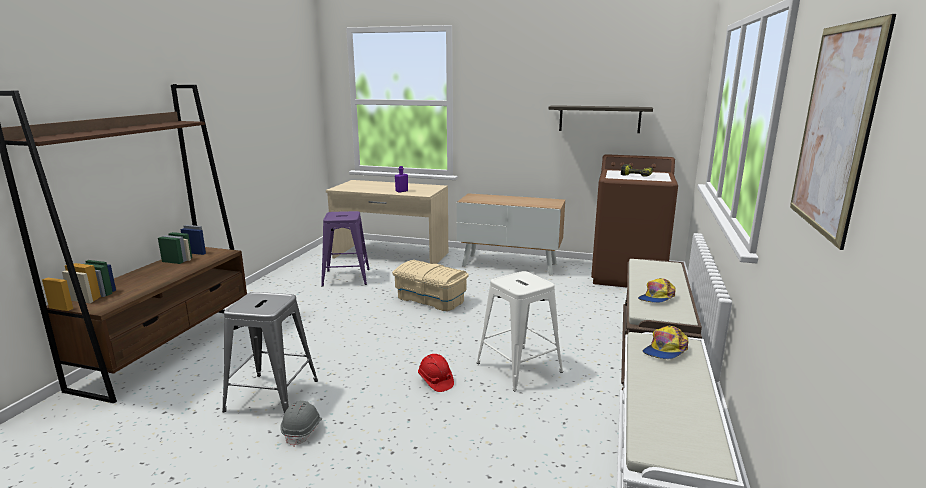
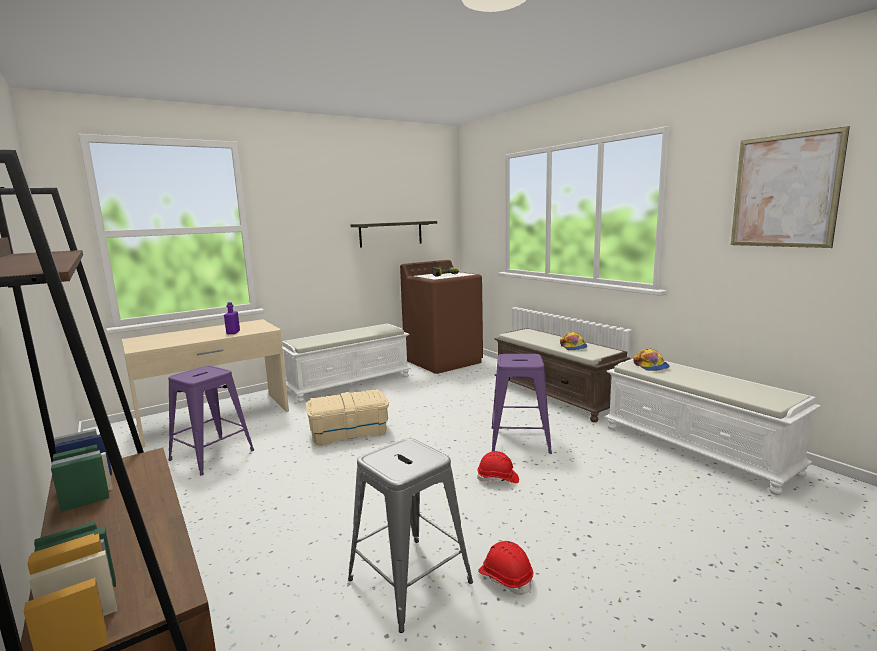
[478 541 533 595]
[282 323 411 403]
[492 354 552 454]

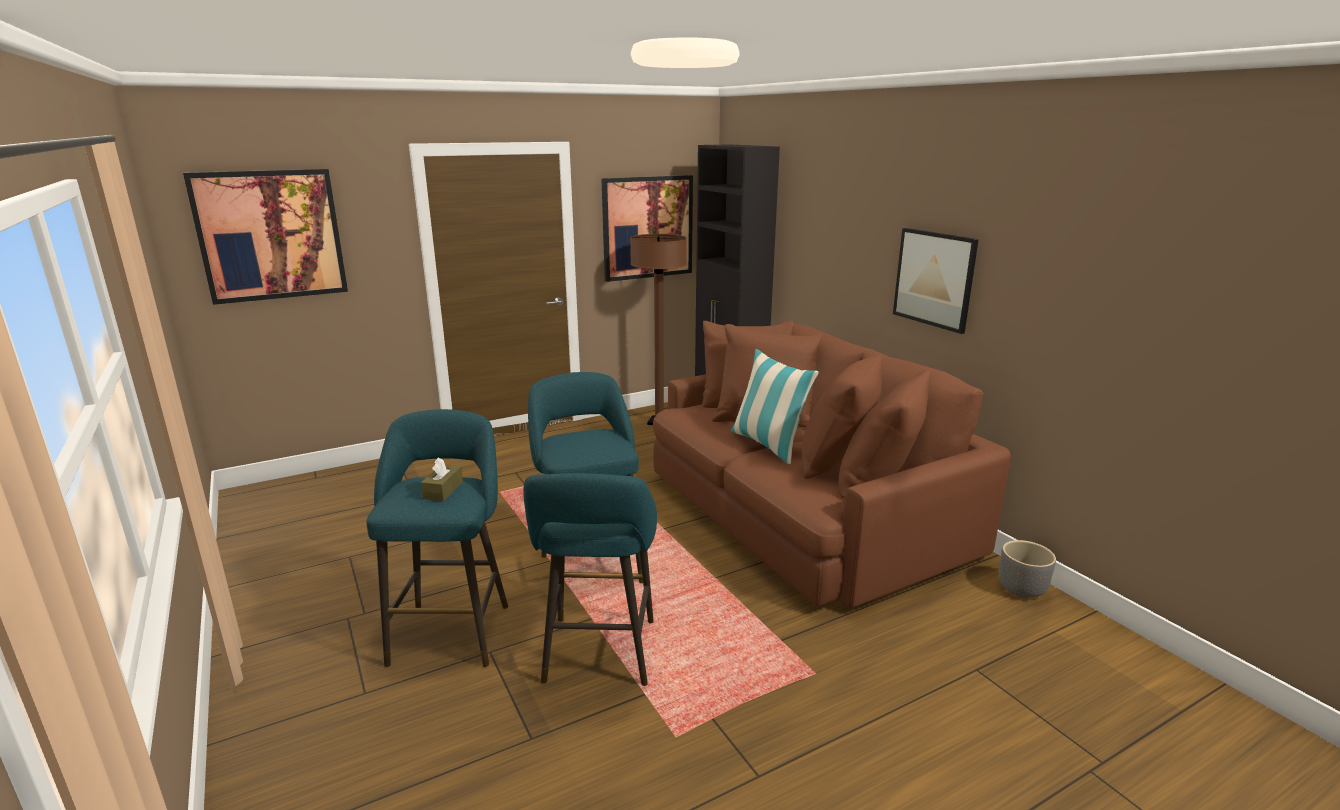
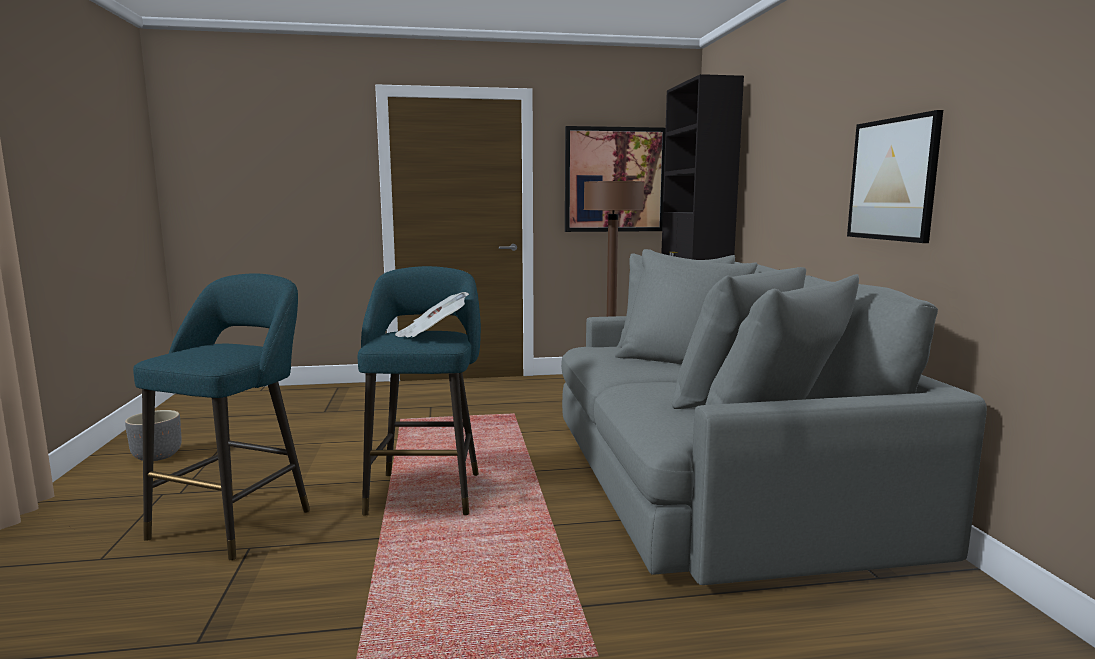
[183 169 348 305] (first image)
[421 457 463 501] (first image)
[523 473 657 686] (first image)
[561 249 987 585]
[731 349 819 464] (first image)
[125 410 182 461]
[395 292 469 338]

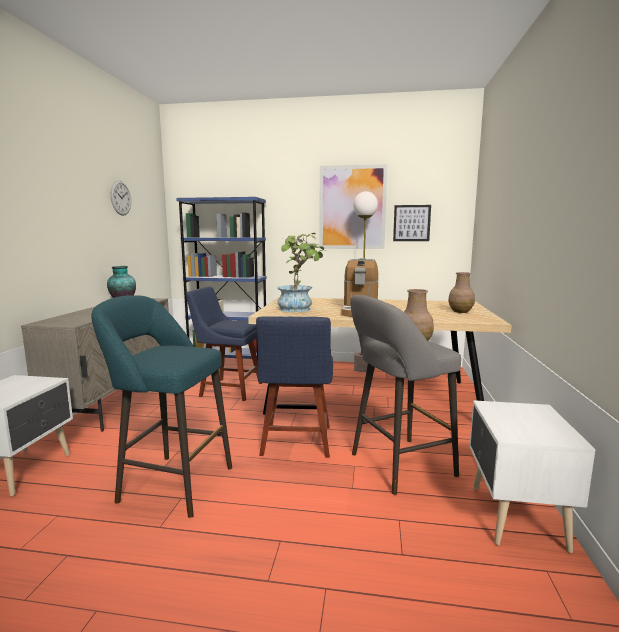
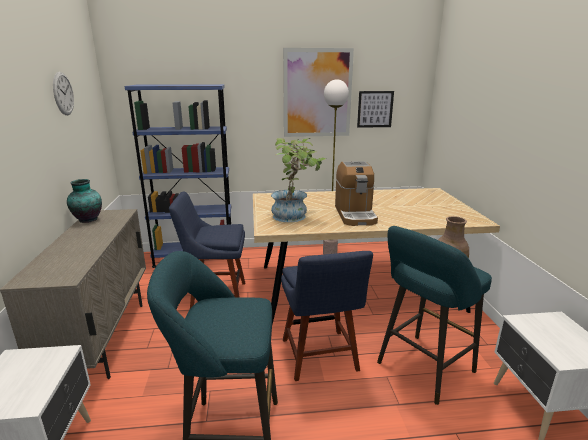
[377 226 492 405]
[448 272 475 313] (first image)

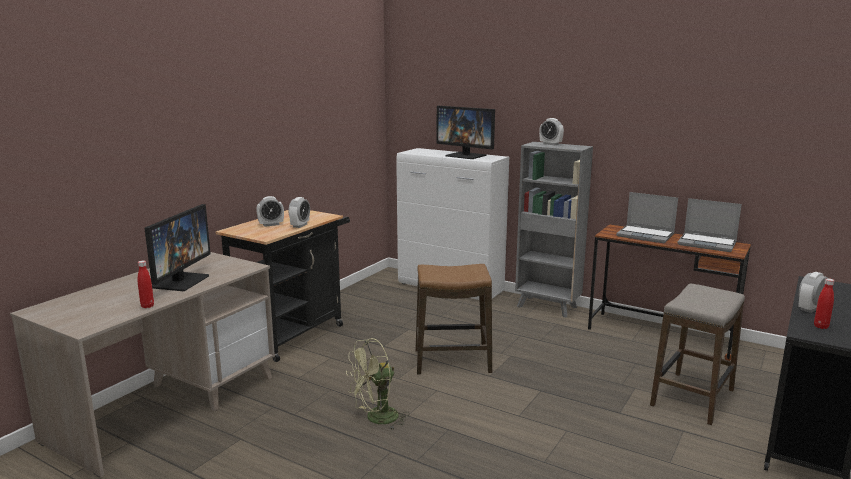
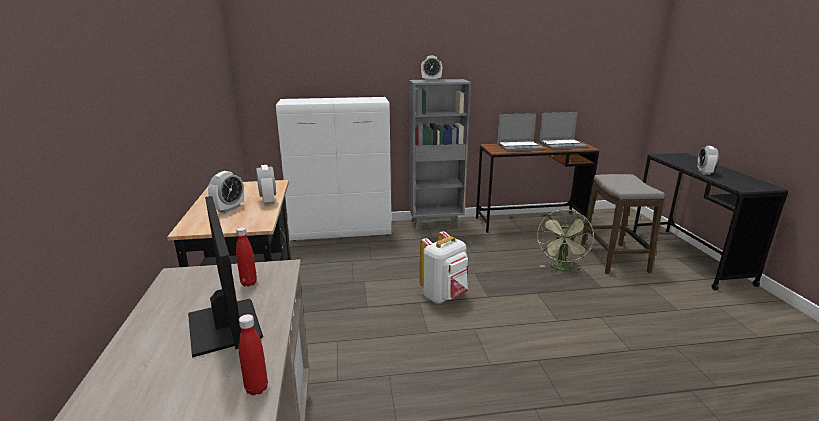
[537 209 594 271]
[420 231 468 304]
[436 106 495 159] (first image)
[236 227 257 287]

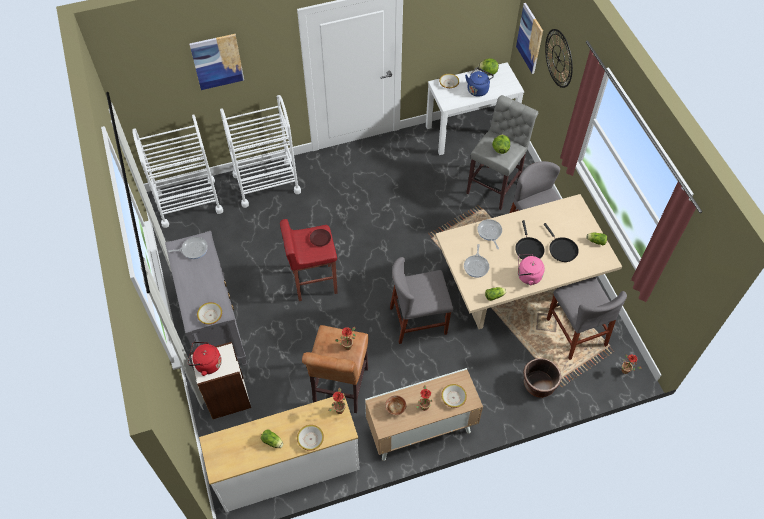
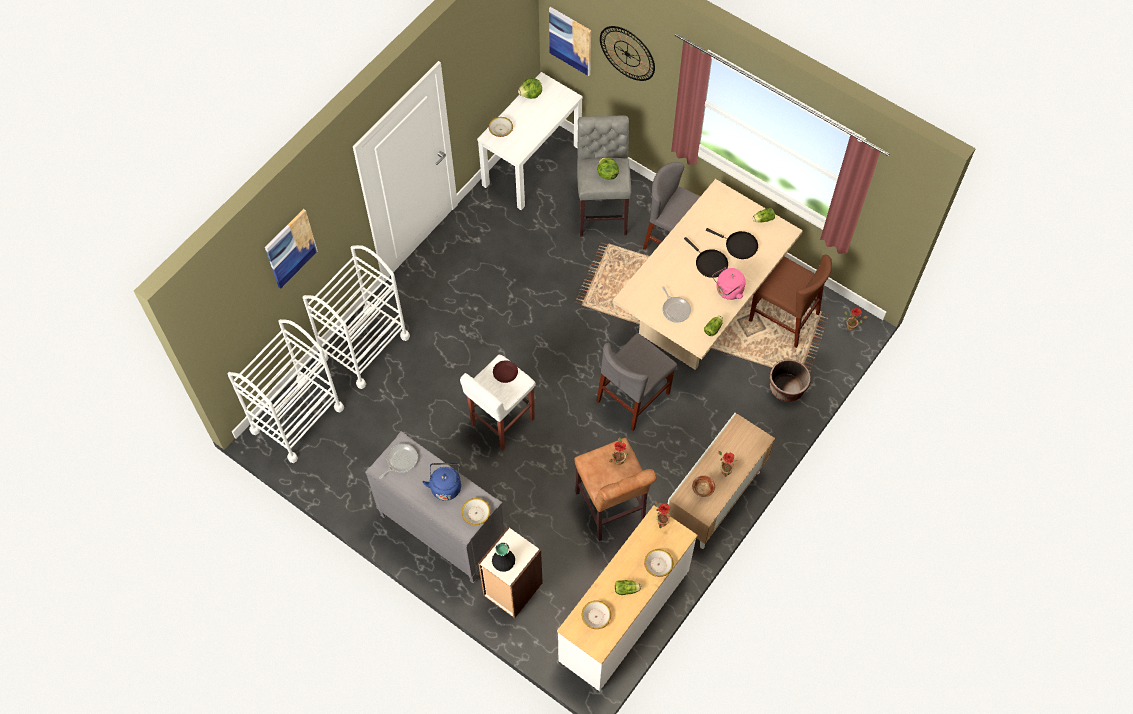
[492 543 515 572]
[460 355 536 451]
[582 600 611 629]
[422 463 461 501]
[477 219 502 249] (first image)
[749 255 832 348]

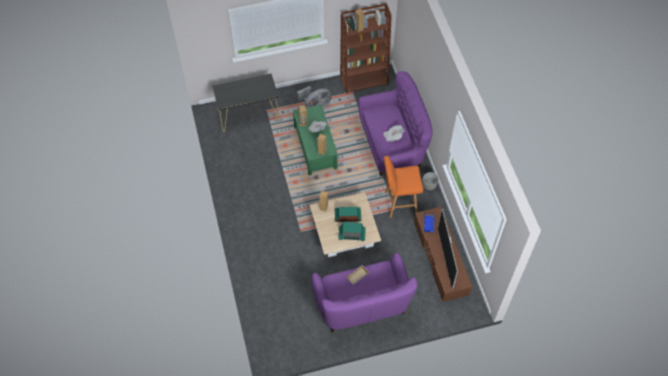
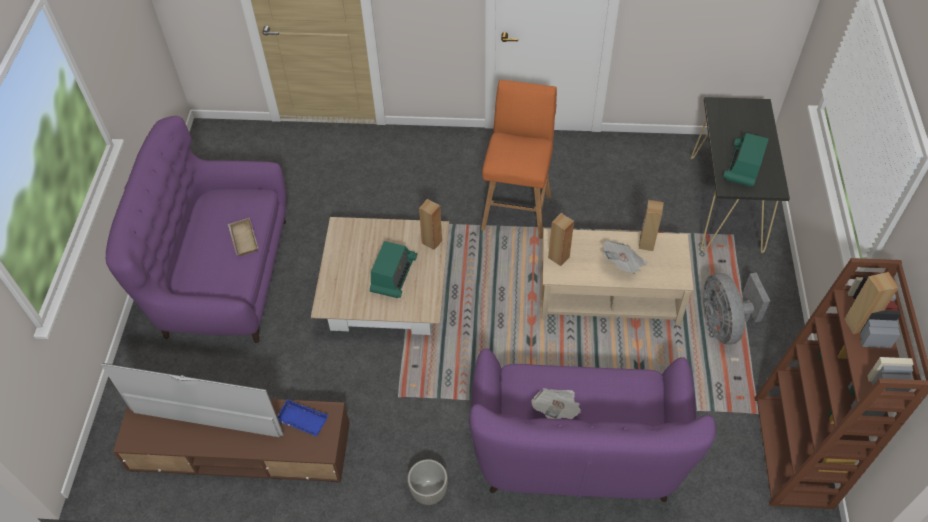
[542 229 694 326]
[723 133 769 187]
[481 80 557 239]

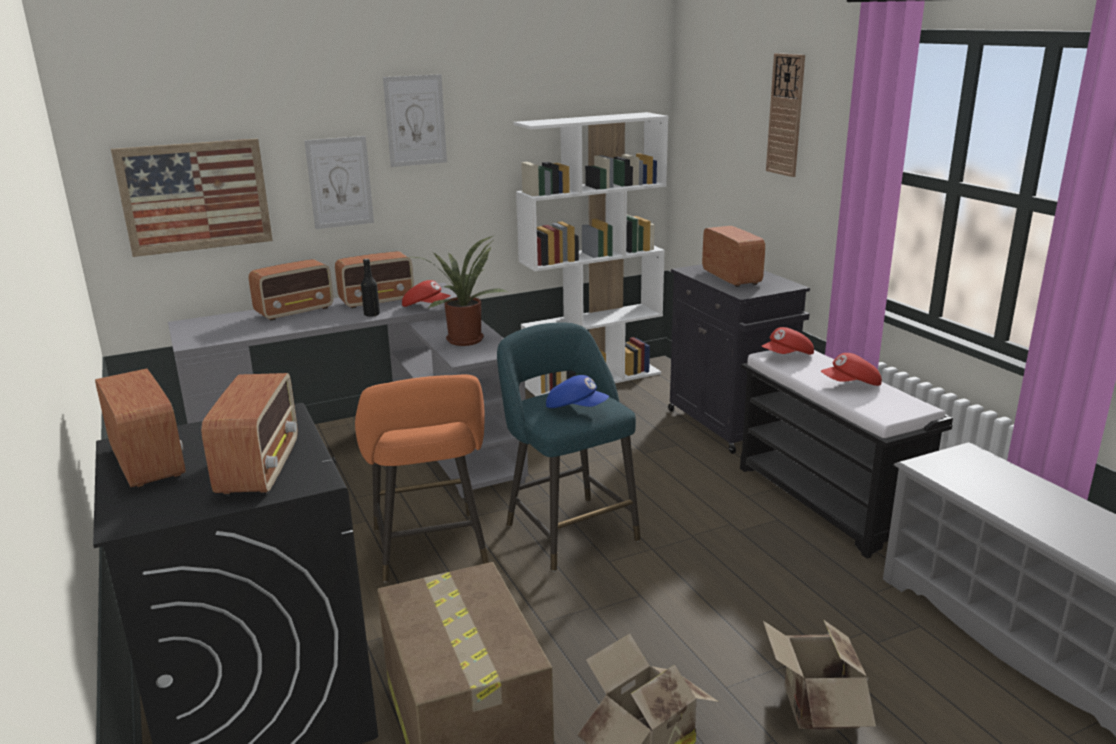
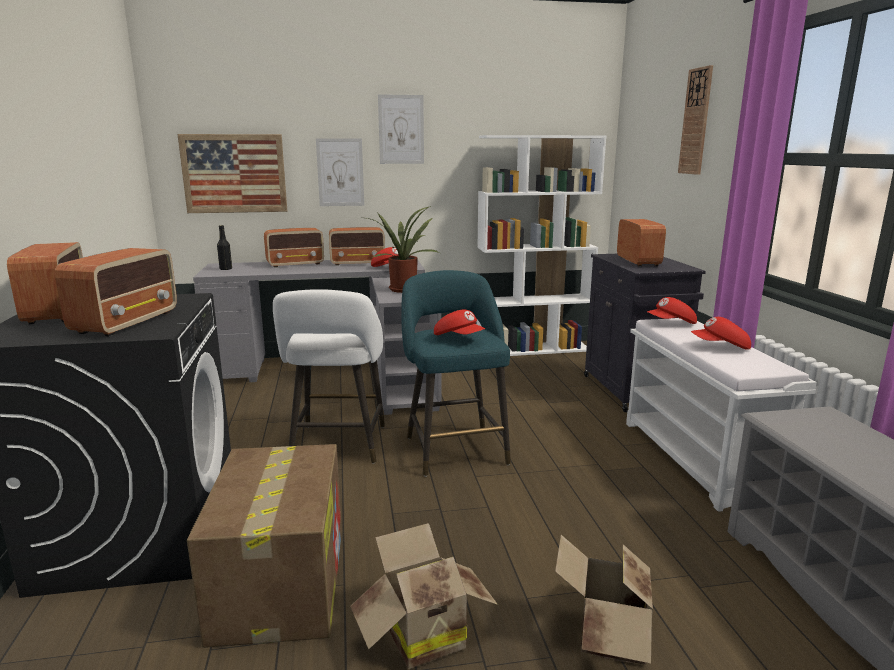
[273 289 385 464]
[217 225 232 270]
[434 309 485 335]
[626 318 817 512]

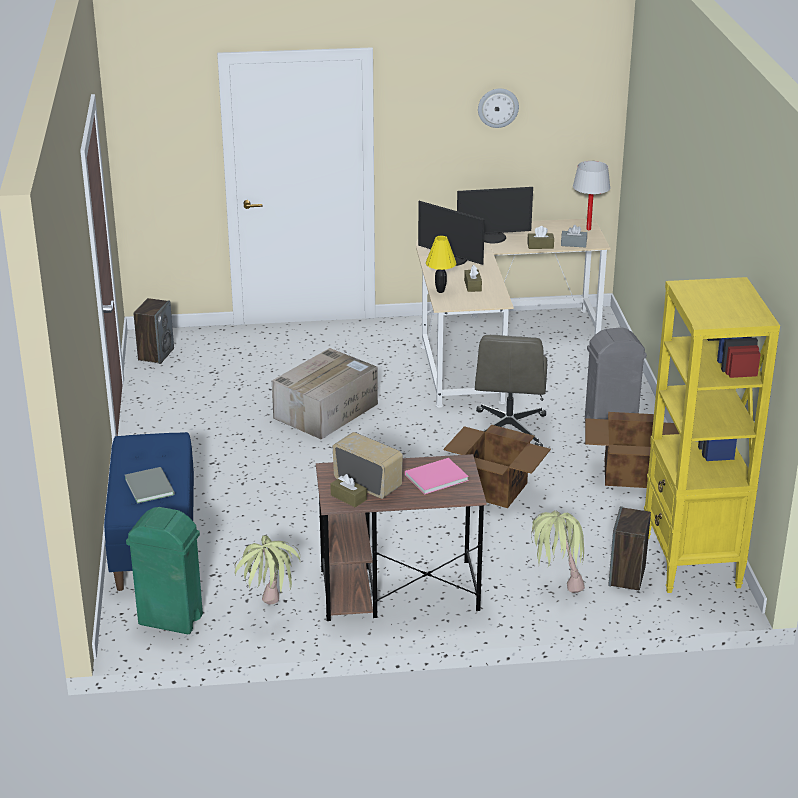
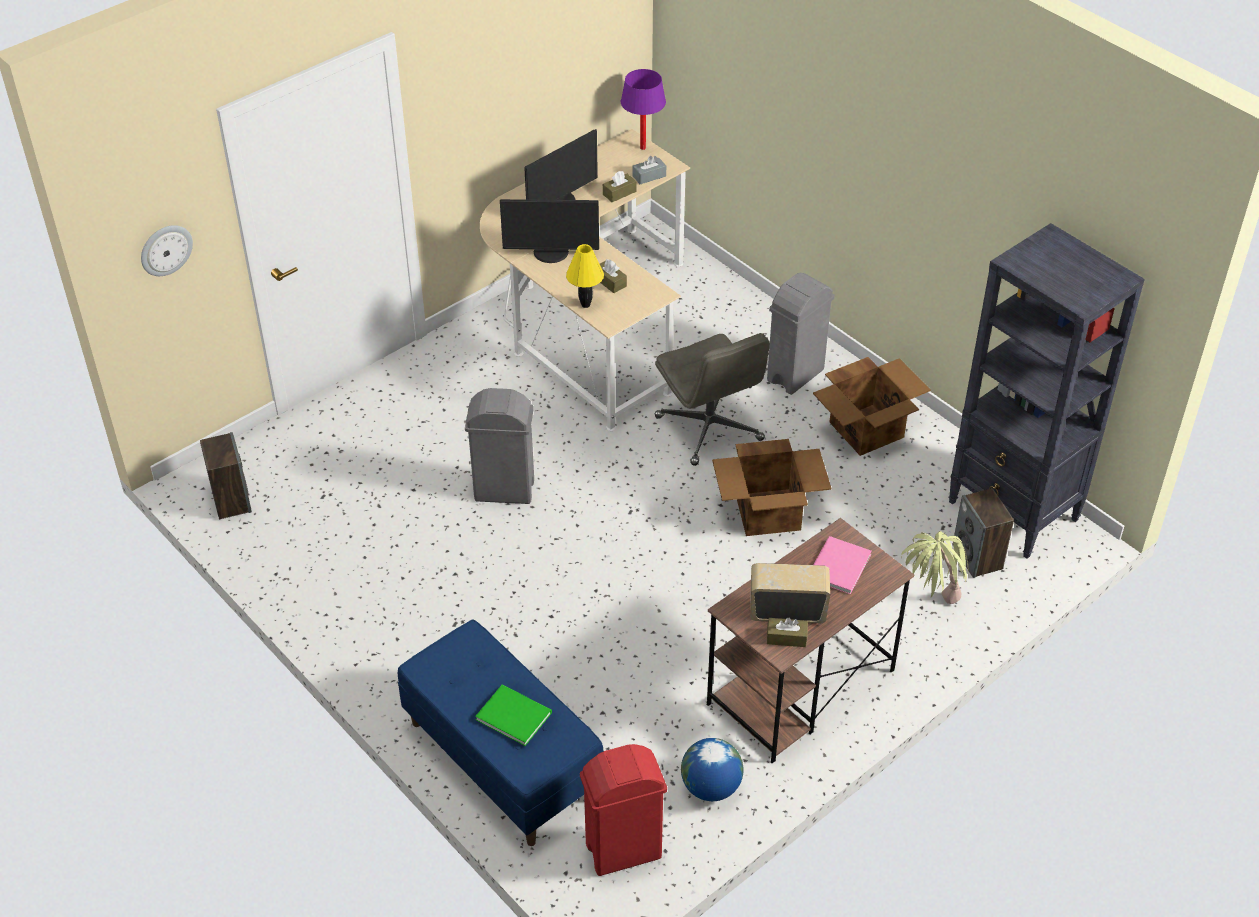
[475 685 552 746]
[580 744 667 876]
[681 738 743 801]
[465 388 534 504]
[141 225 193 276]
[621 69 666 150]
[948 223 1145 559]

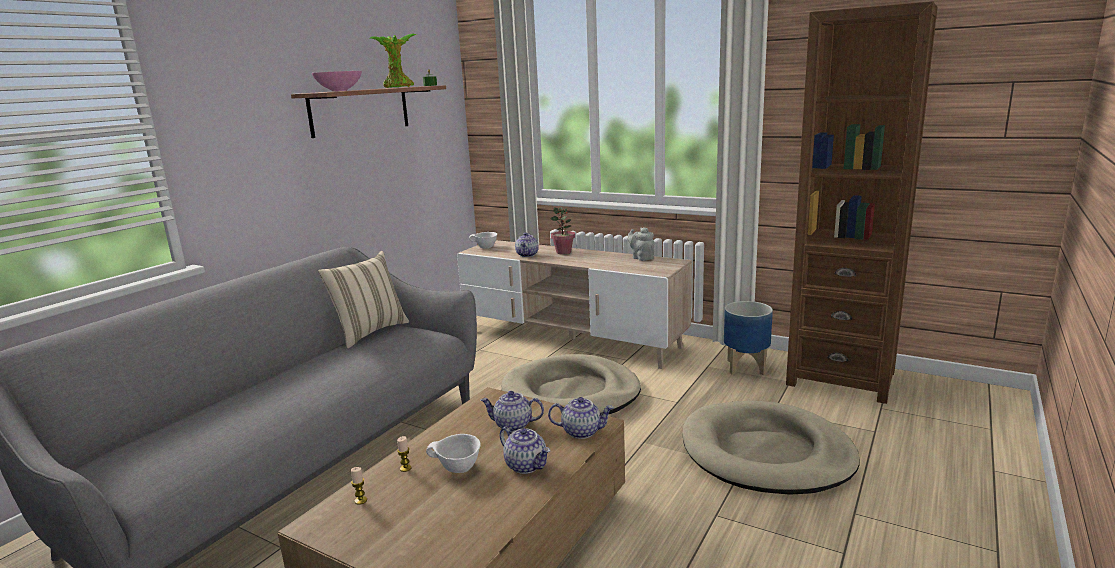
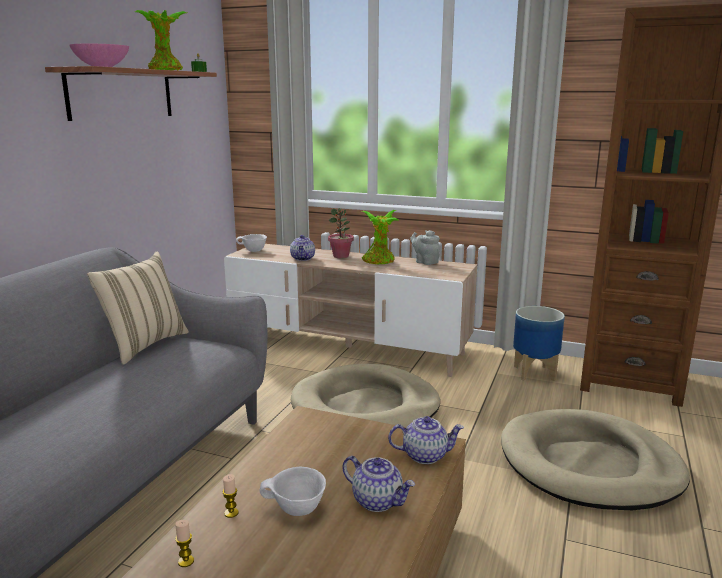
[481 391 544 432] (first image)
[362 210 399 264]

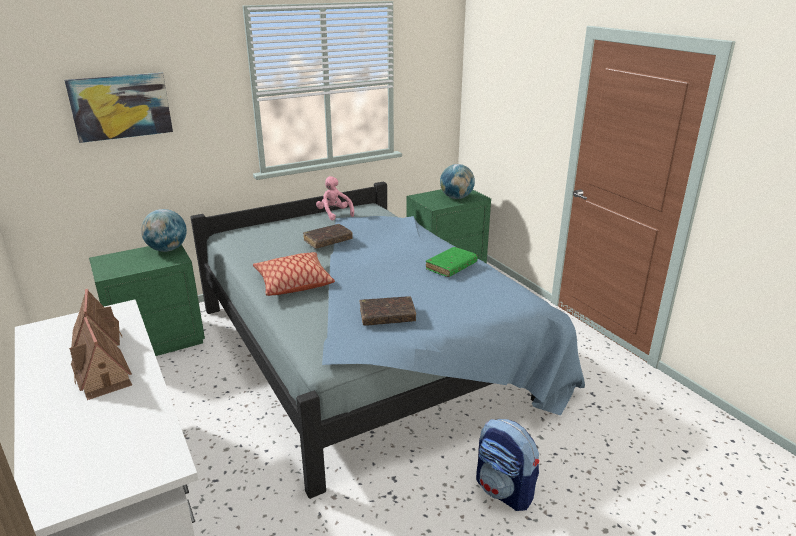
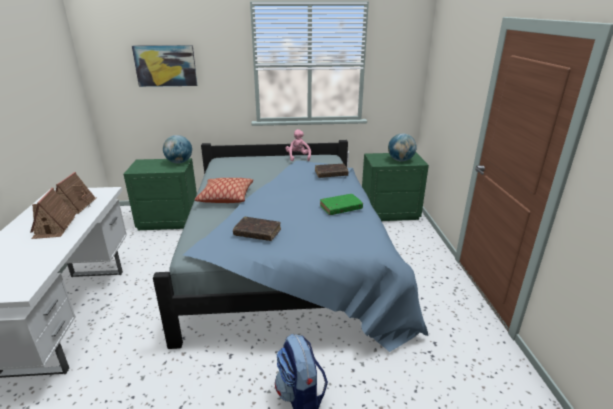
[315 164 349 178]

